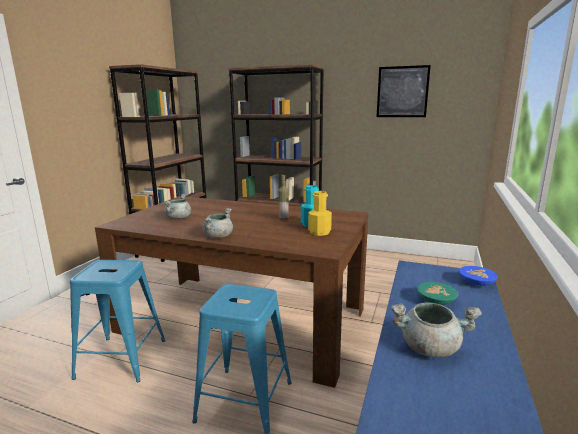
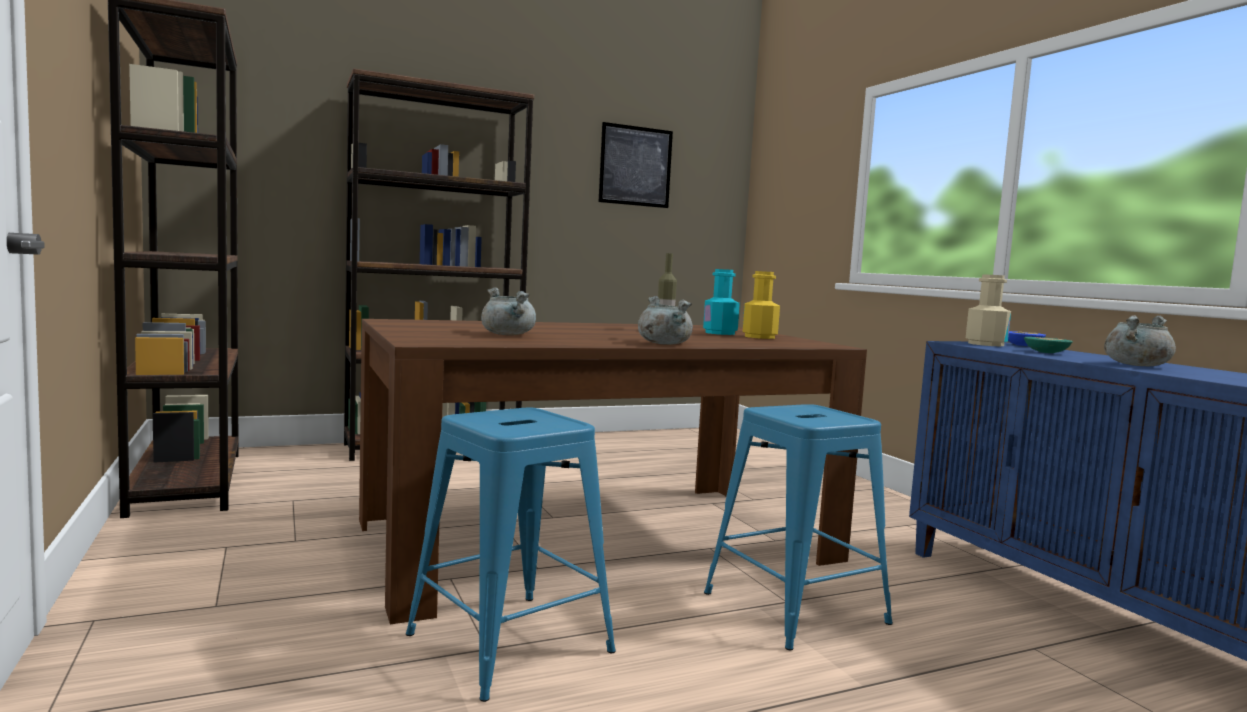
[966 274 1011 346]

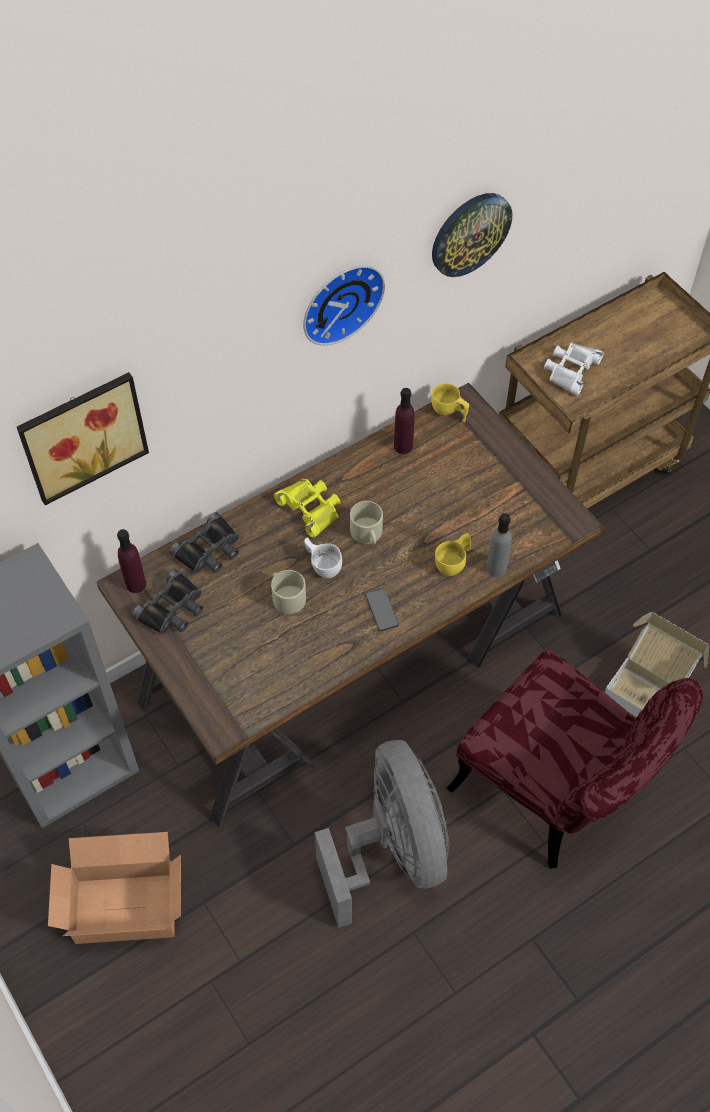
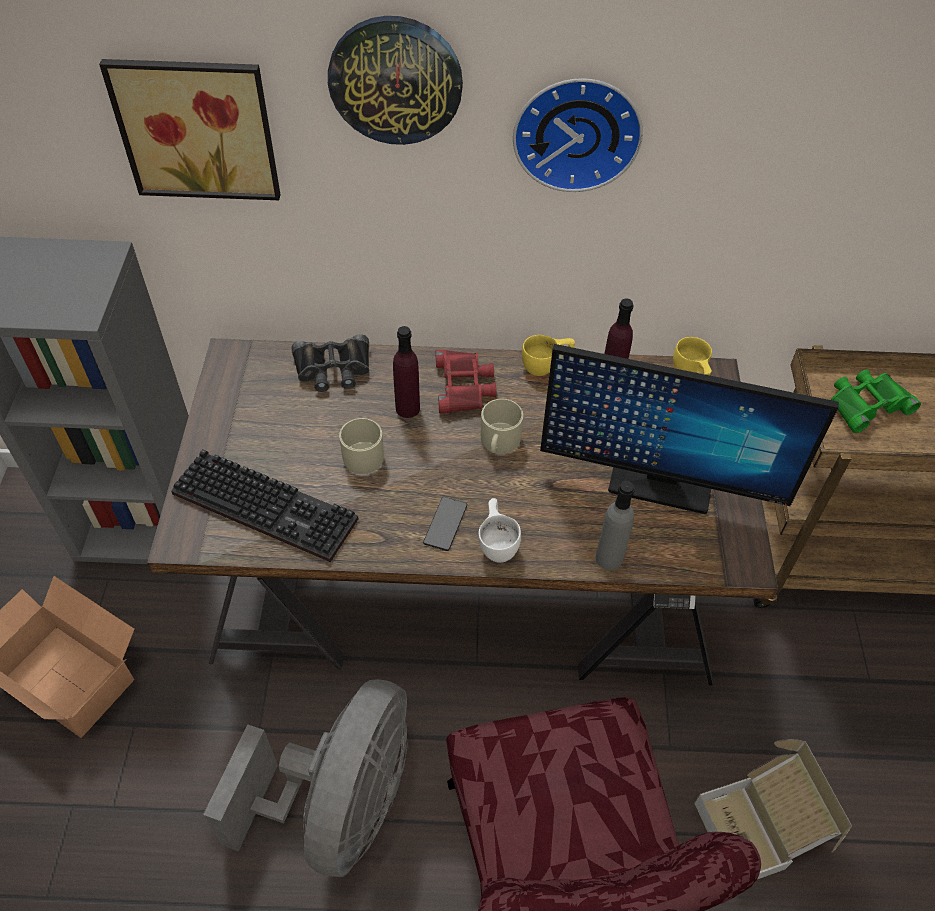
[393 326 420 418]
[132 569 203 634] (first image)
[435 350 496 414]
[478 498 521 563]
[328 16 463 145]
[522 335 575 376]
[831 369 921 433]
[171 449 359 562]
[540 344 839 514]

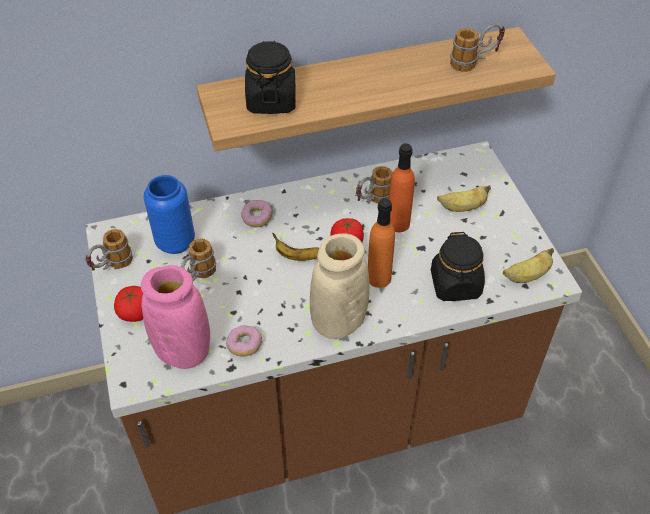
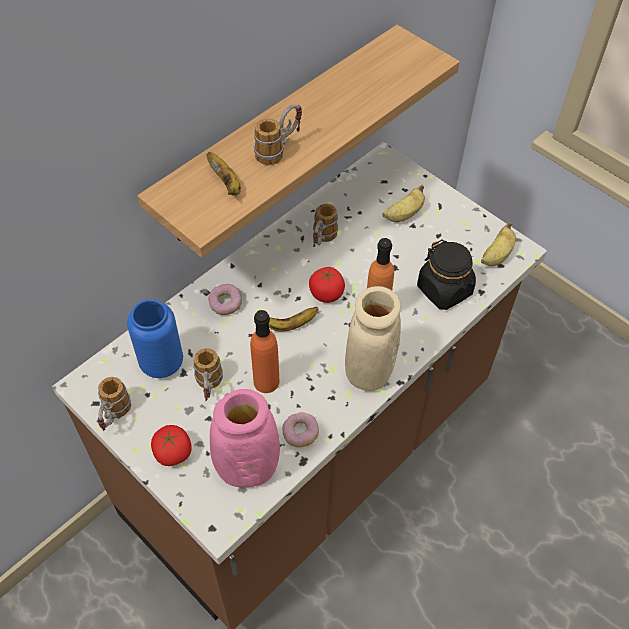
[207 152 241 196]
[250 310 279 393]
[254 104 302 165]

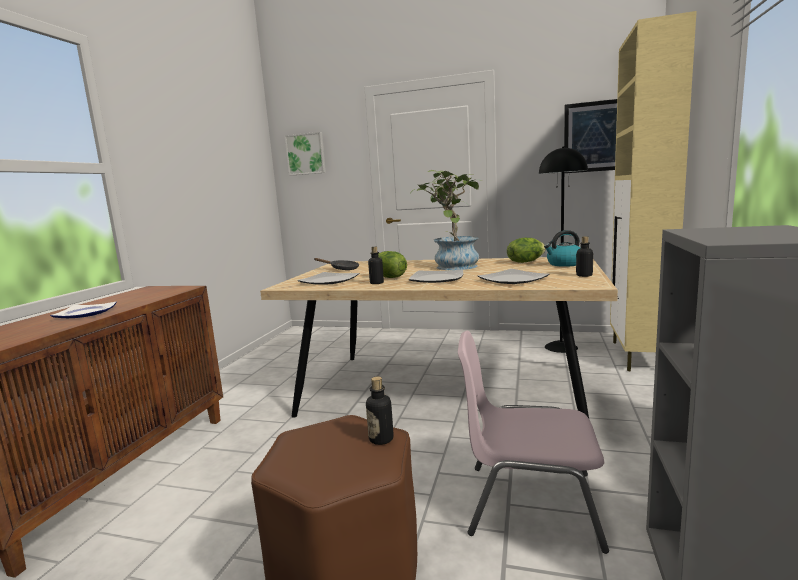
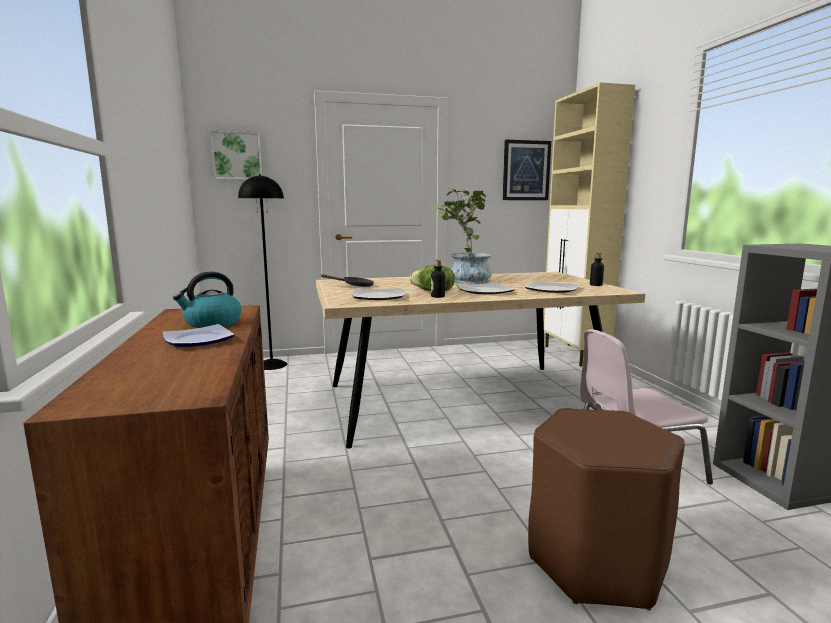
[366 377 394 445] (first image)
[507 238 546 263] (first image)
[238 174 287 370]
[173 272 241 328]

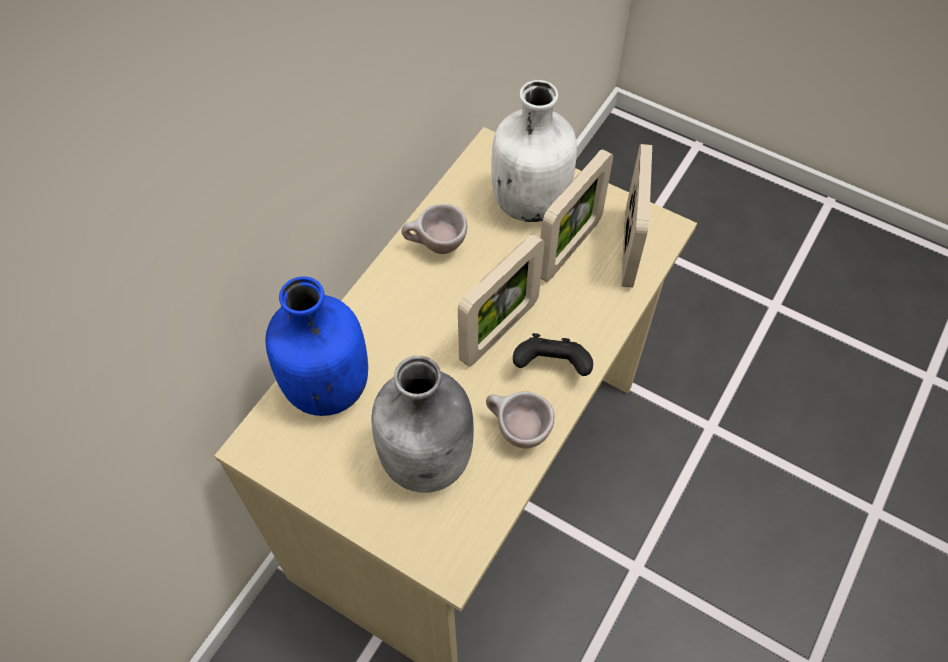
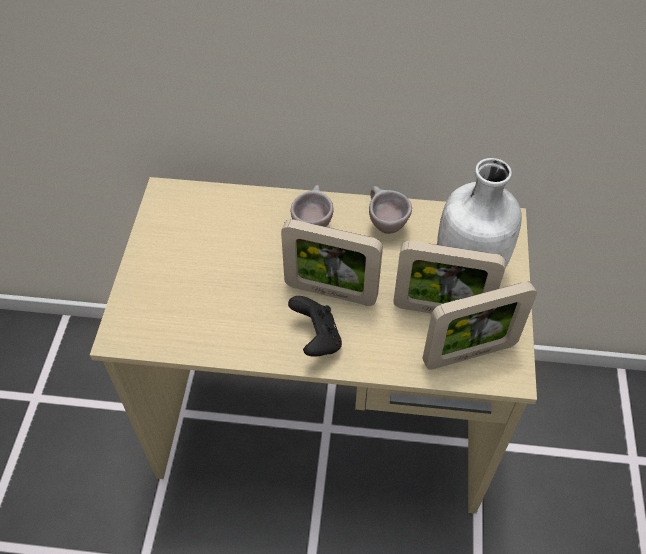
[265 276 368 416] (first image)
[371 356 474 493] (first image)
[291 185 333 227]

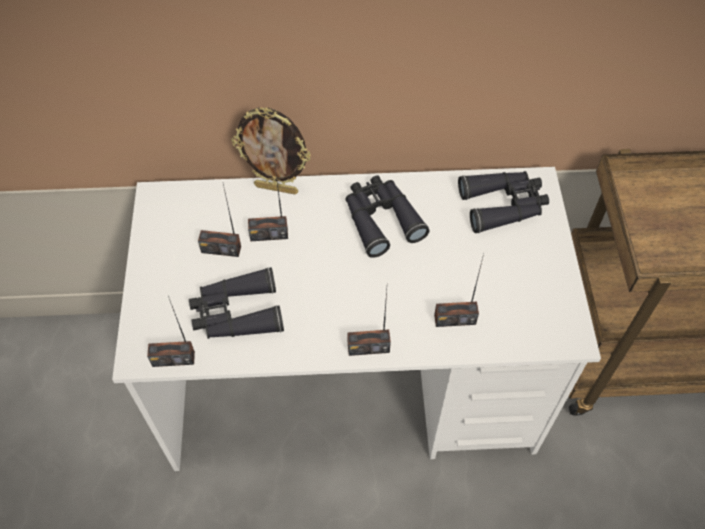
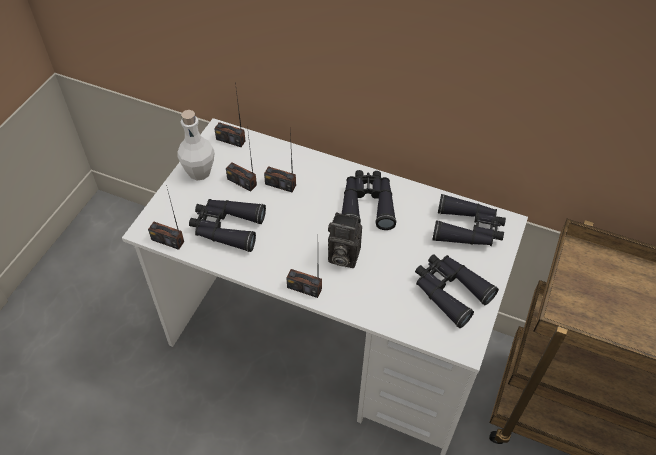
[231 107 311 194] (first image)
[214 82 246 147]
[177 110 215 181]
[328 212 362 268]
[415 254 499 328]

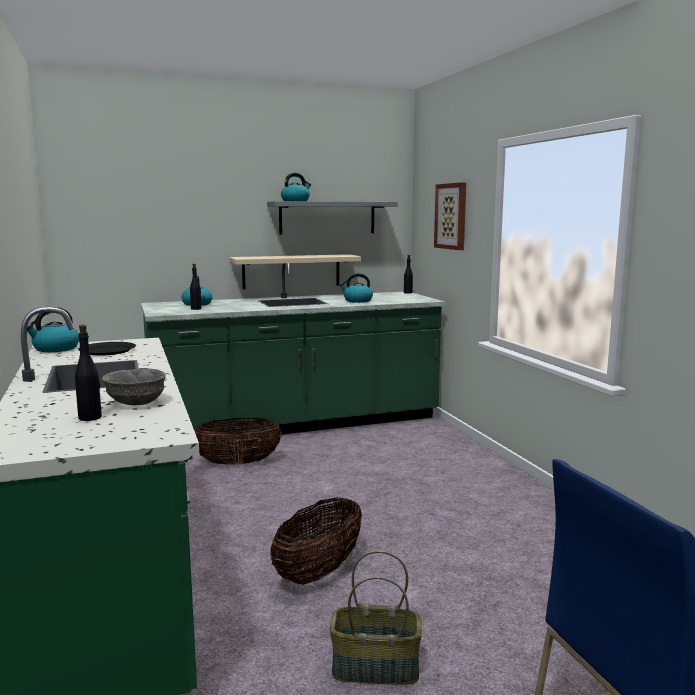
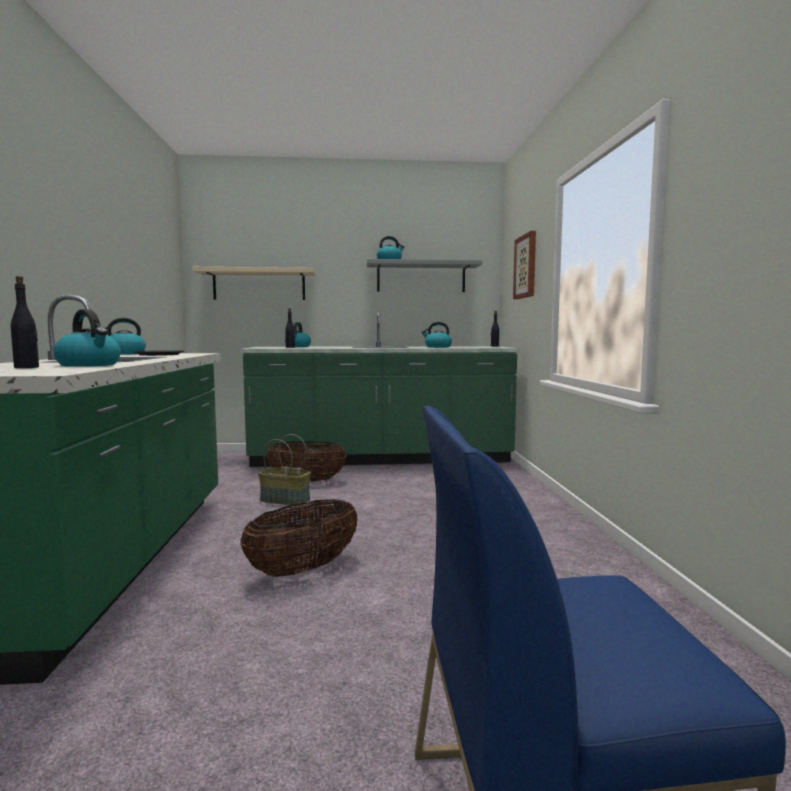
[53 309 121 367]
[192 267 315 300]
[258 434 311 506]

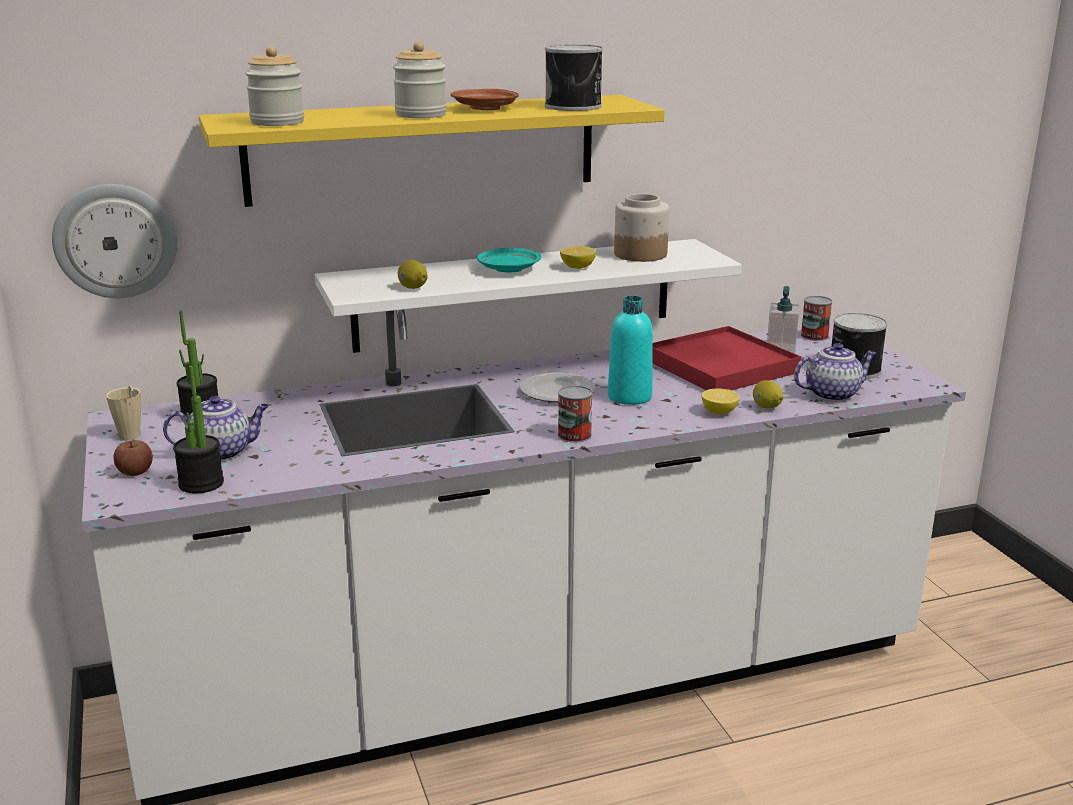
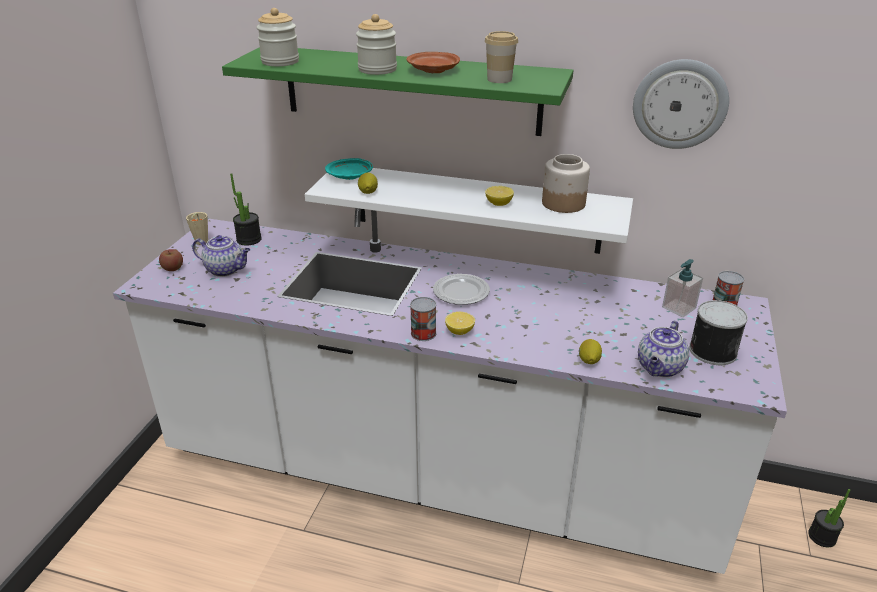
[633 59 729 149]
[808 489 850 547]
[222 47 574 136]
[325 158 373 180]
[485 31 518 83]
[608 296 653 405] (first image)
[653 326 801 390] (first image)
[445 312 475 335]
[638 321 689 377]

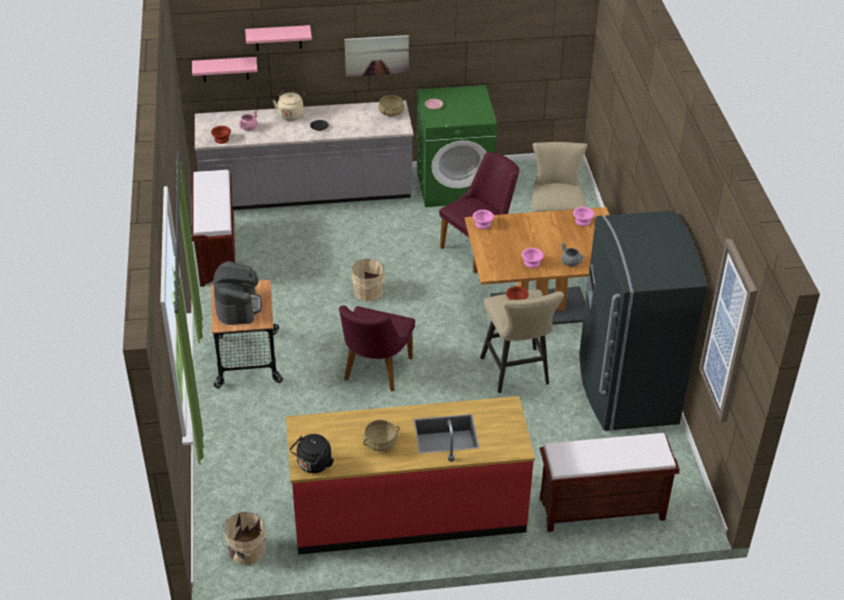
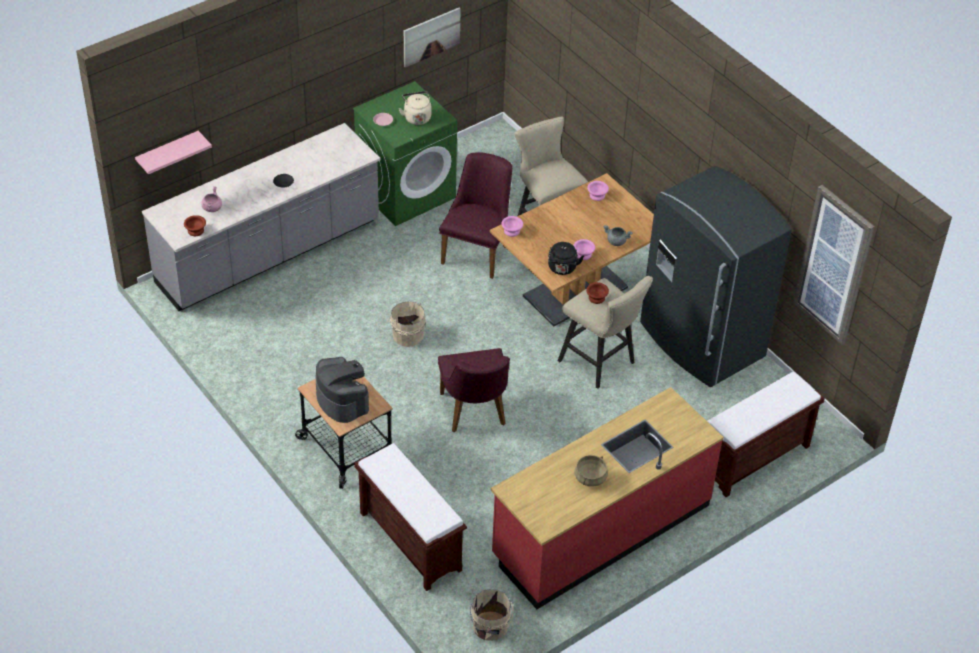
[354 443 467 591]
[245 25 312 51] (first image)
[399 91 431 125]
[548 242 584 275]
[404 7 461 68]
[378 95 404 116] (first image)

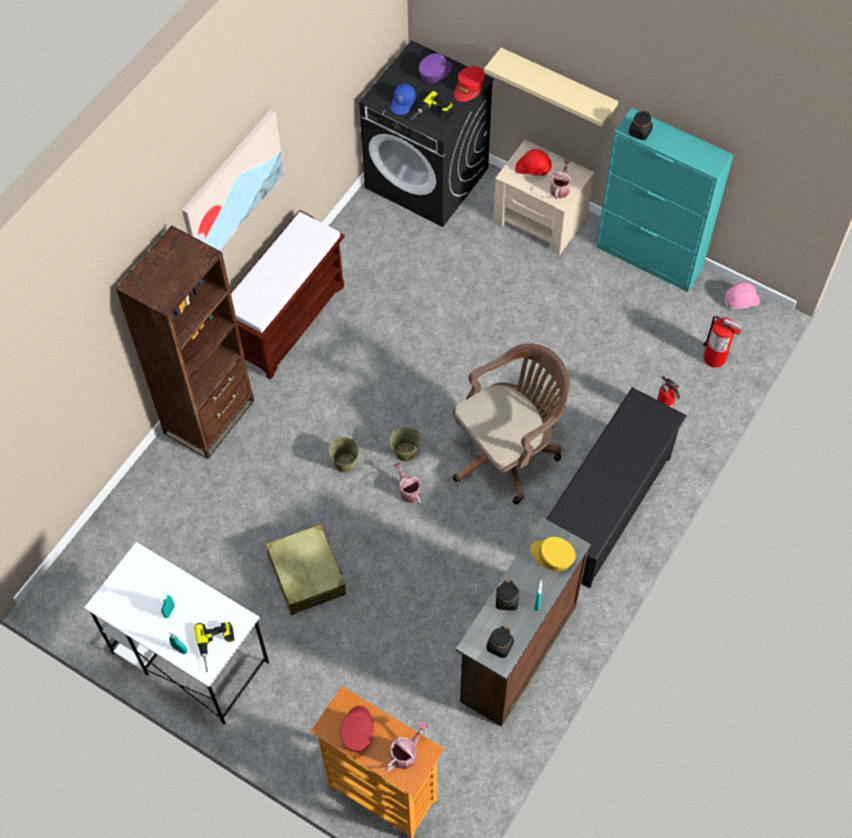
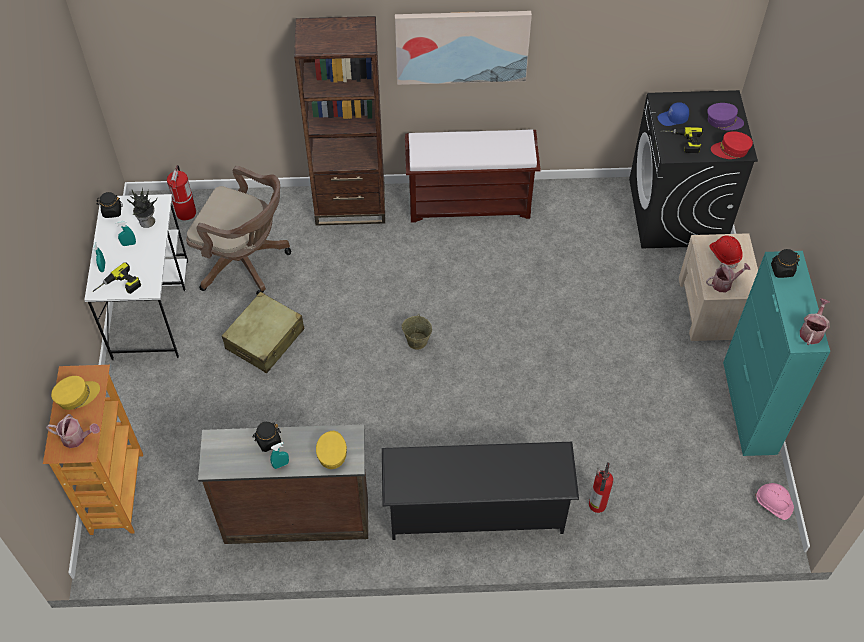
[329 437 359 473] (first image)
[51 376 100 410]
[800 298 830 345]
[186 166 291 295]
[484 48 618 127] (first image)
[97 192 122 218]
[167 165 196 220]
[127 188 157 228]

